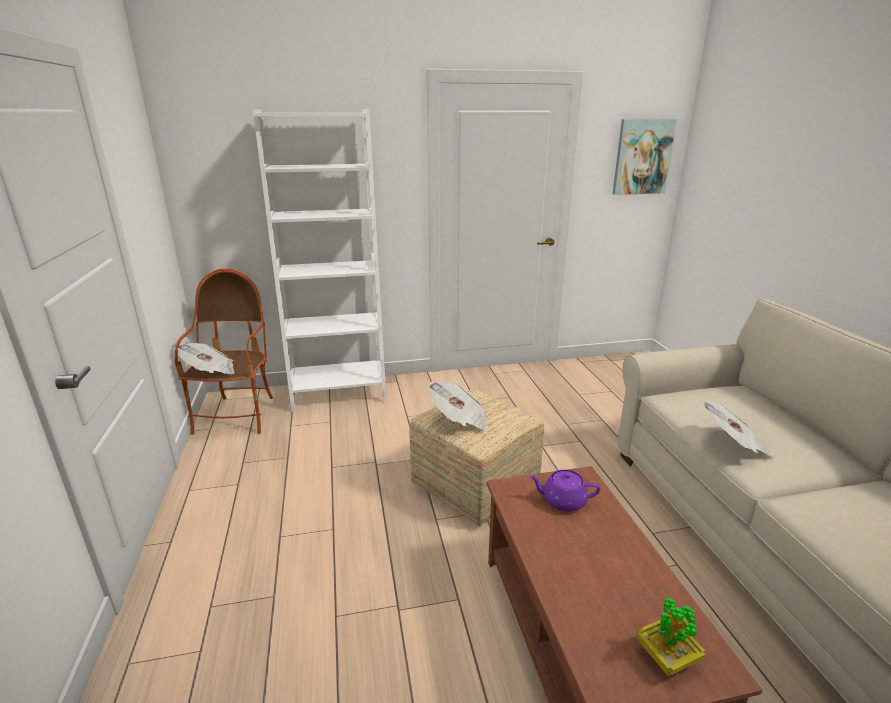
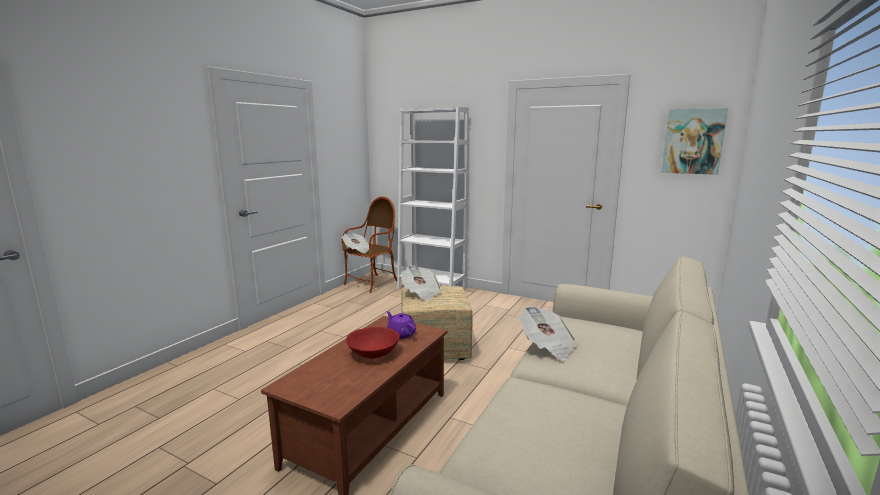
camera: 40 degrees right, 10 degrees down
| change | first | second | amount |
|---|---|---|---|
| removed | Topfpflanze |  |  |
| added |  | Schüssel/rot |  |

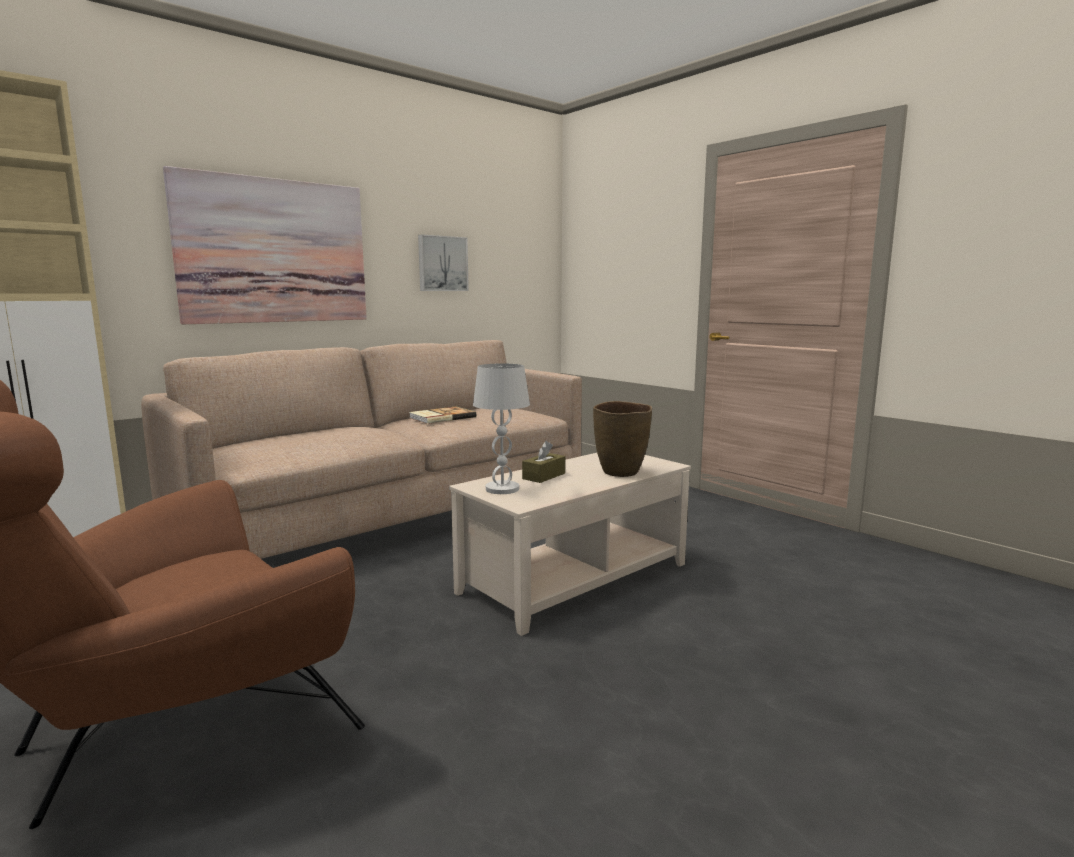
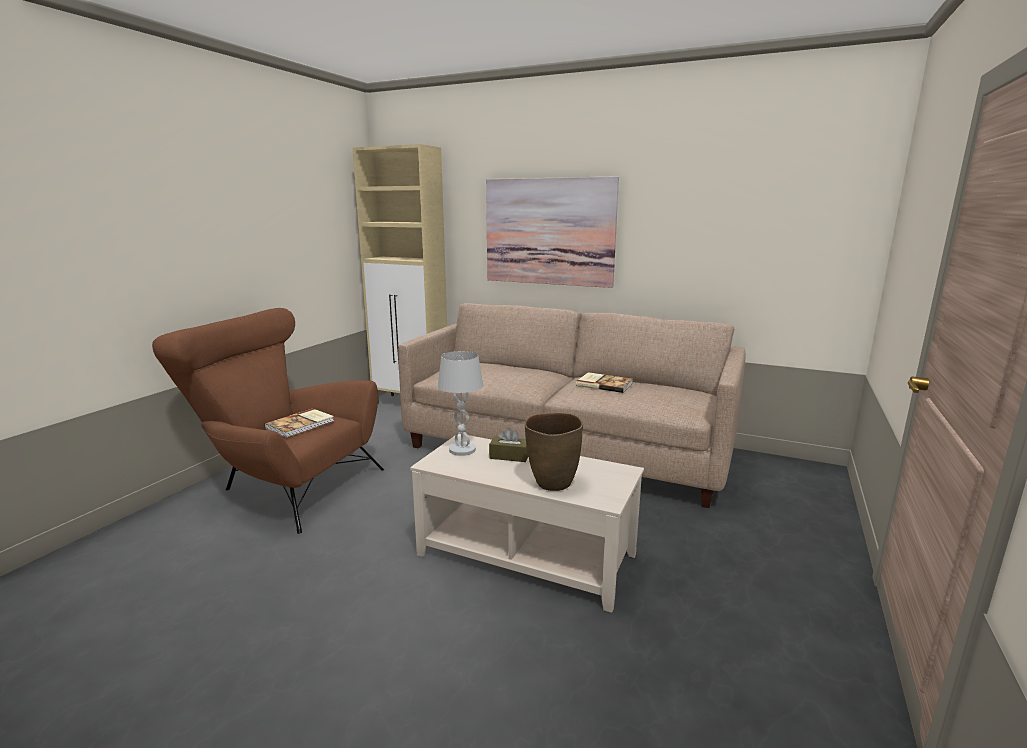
camera: 65 degrees right, 5 degrees up
| change | first | second | amount |
|---|---|---|---|
| removed | Bild (2nd from left) |  |  |
| added |  | Buch (1st from left) |  |

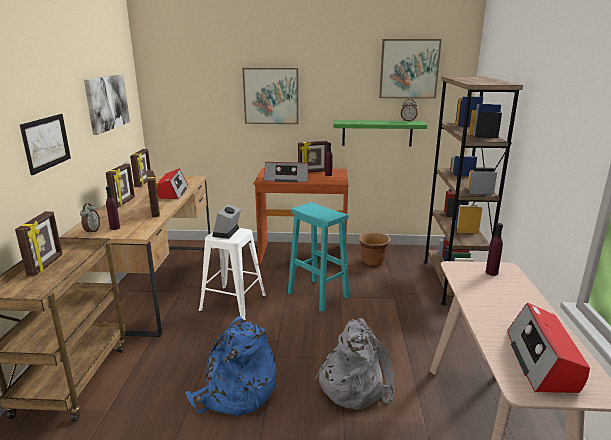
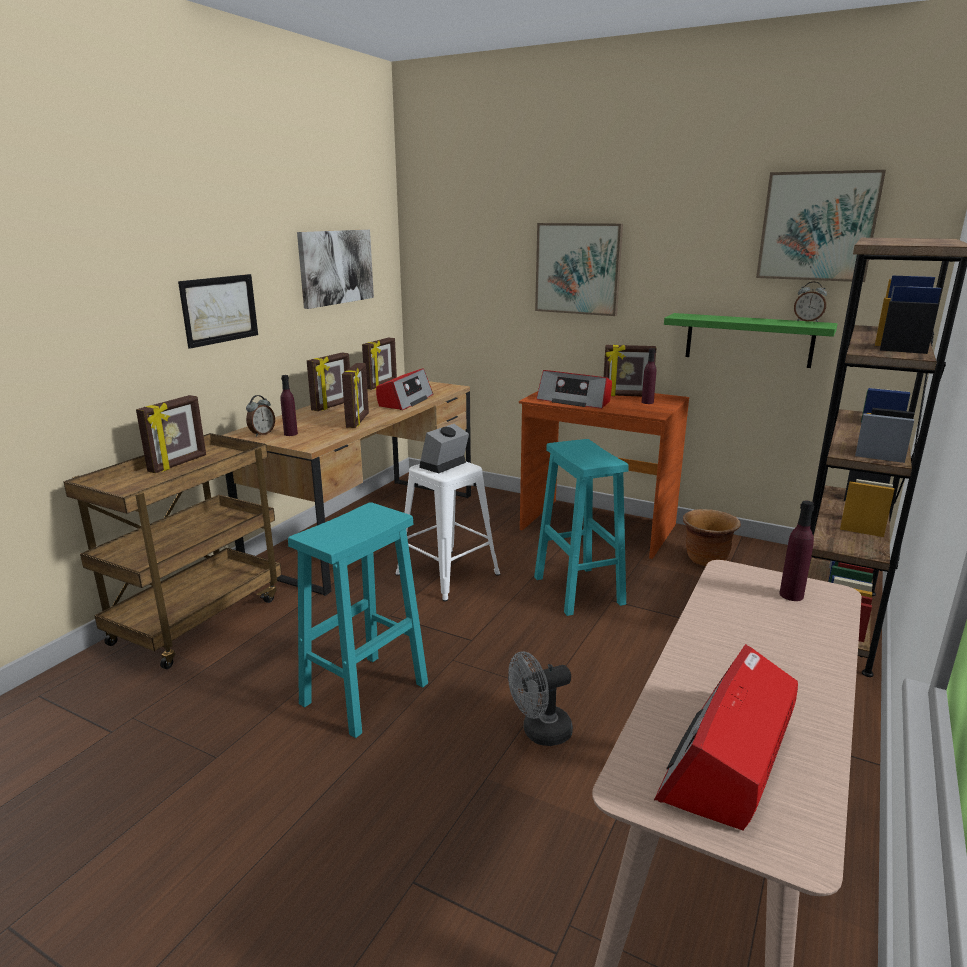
camera: 25 degrees right, 0 degrees up
| change | first | second | amount |
|---|---|---|---|
| replaced | Rucksack/blau | Hocker/türkis (1st from left) |  |
| replaced | Rucksack/grau | Ventilator/grau |  |

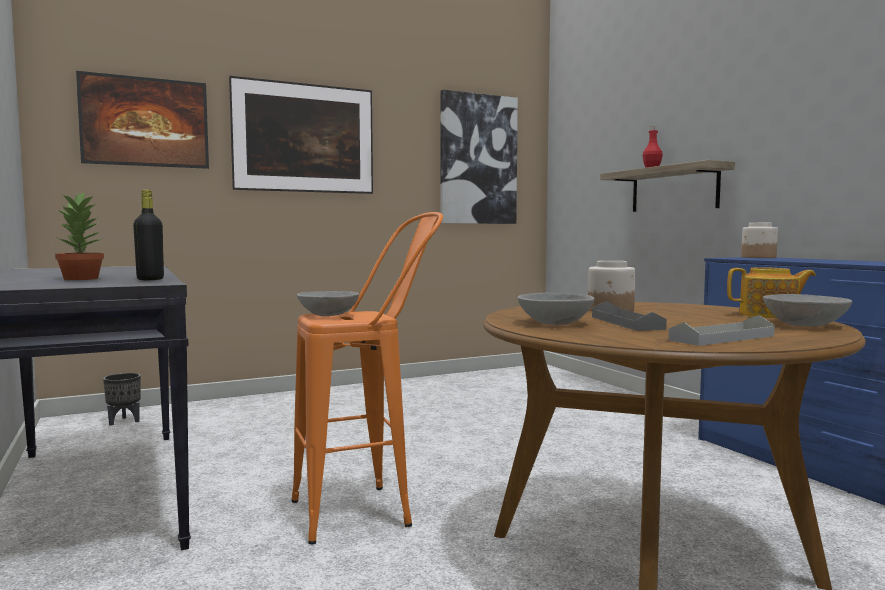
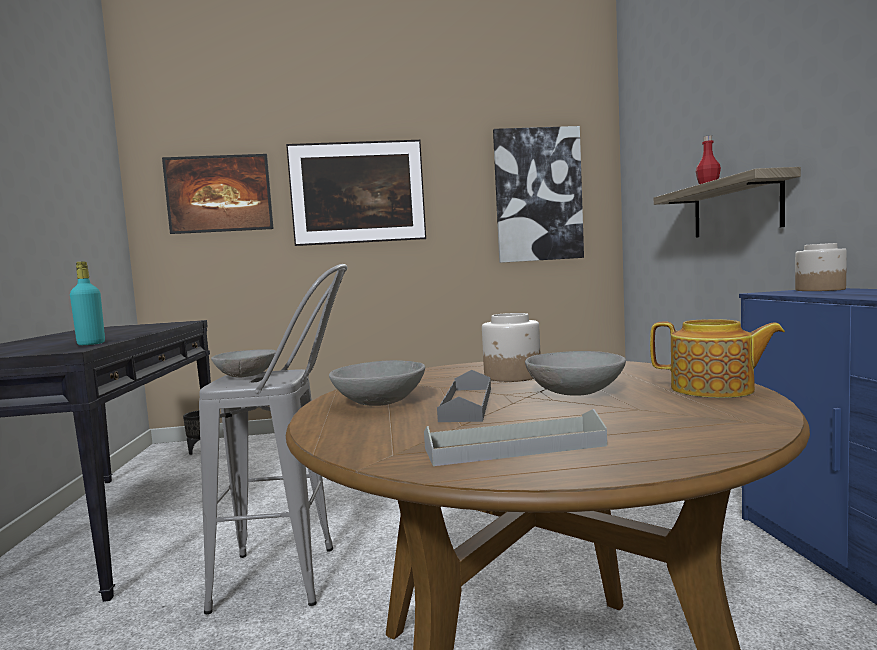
camera: 20 degrees right, 0 degrees up
| change | first | second | amount |
|---|---|---|---|
| recoloured | Flasche/schwarz | Flasche/türkis |  |
| removed | Topfpflanze |  |  |
| recoloured | Hocker/orange | Hocker/grau |  |
| moved | Schüssel/grau (3rd from left) |  |  |

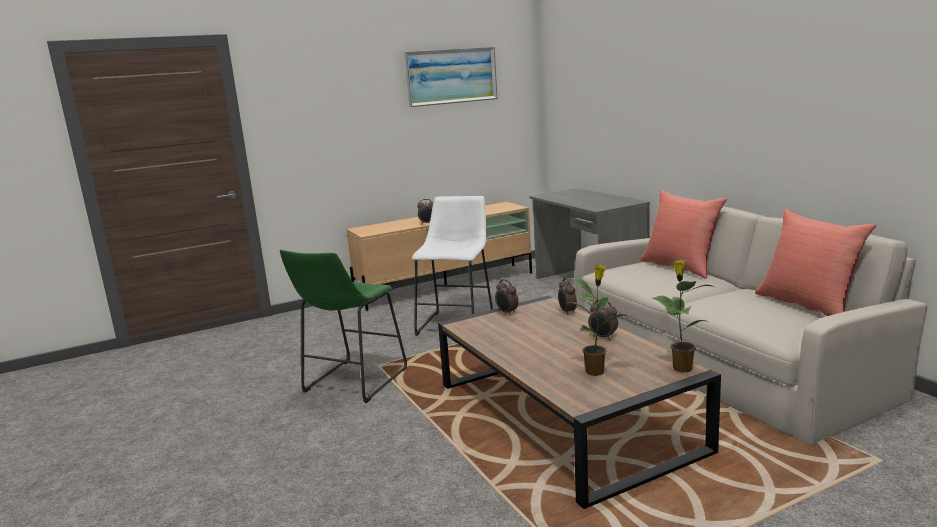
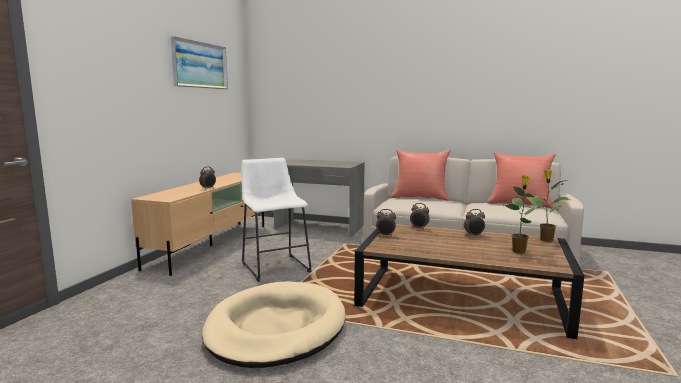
camera: 45 degrees left, 5 degrees down
| change | first | second | amount |
|---|---|---|---|
| replaced | Hocker/grün | Hundebett/beige |  |

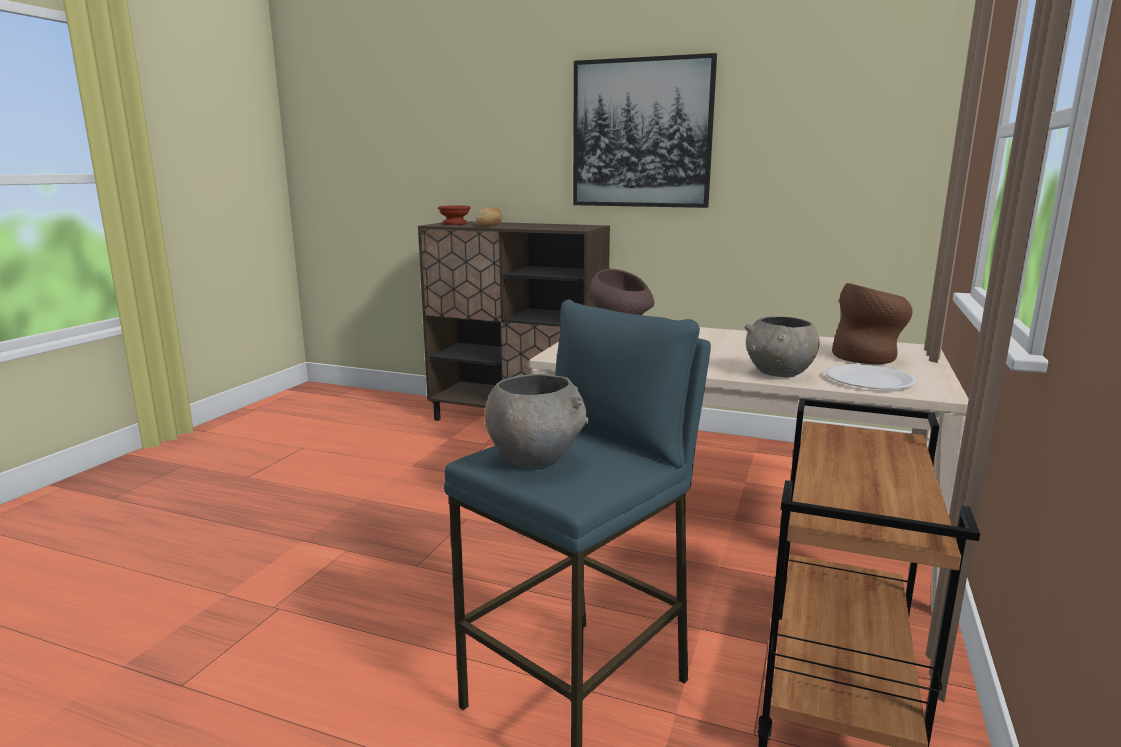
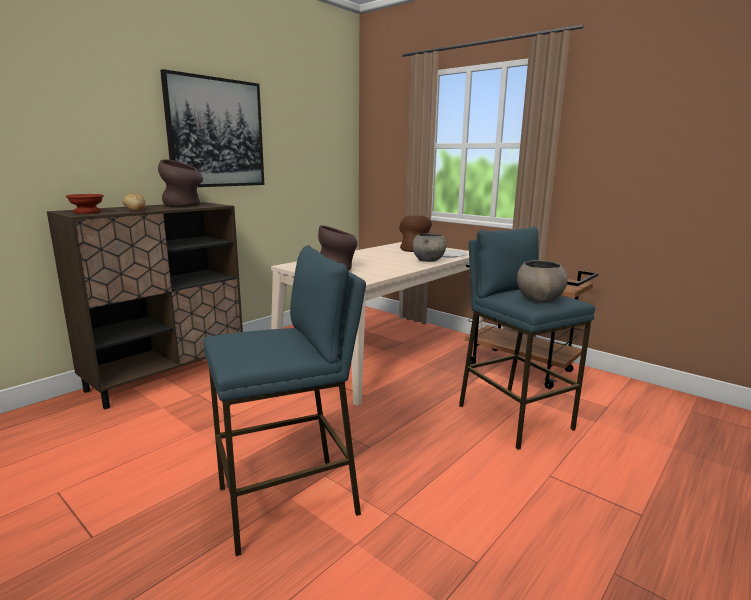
camera: 70 degrees left, 0 degrees up
| change | first | second | amount |
|---|---|---|---|
| added |  | Vase/braun (1st from left) |  |
| added |  | Hocker/blau (1st from left) |  |

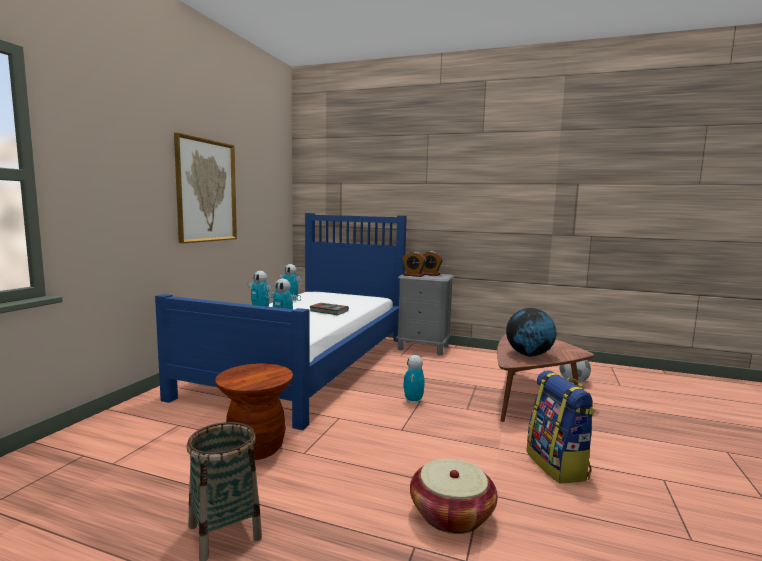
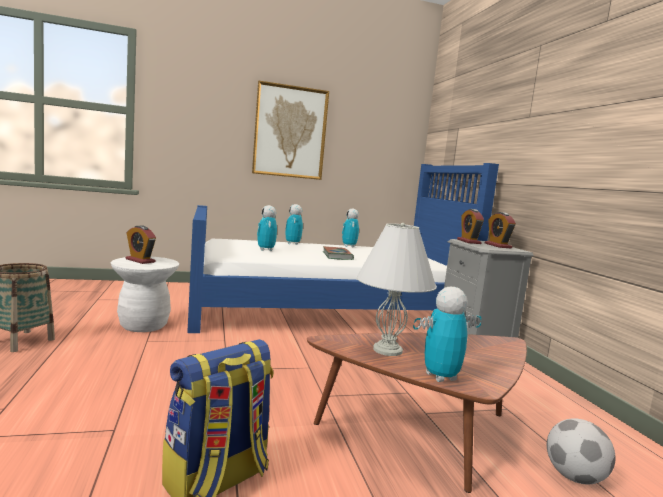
camera: 55 degrees right, 0 degrees up
| change | first | second | amount |
|---|---|---|---|
| replaced | Globus | Tischlampe/weiß |  |
| moved | Spielzeugroboter (4th from left) |  |  |
| recoloured | Hocker/braun | Hocker/weiß |  |
| removed | Korb (2nd from left) |  |  |
| added |  | Wecker (1st from left) |  |

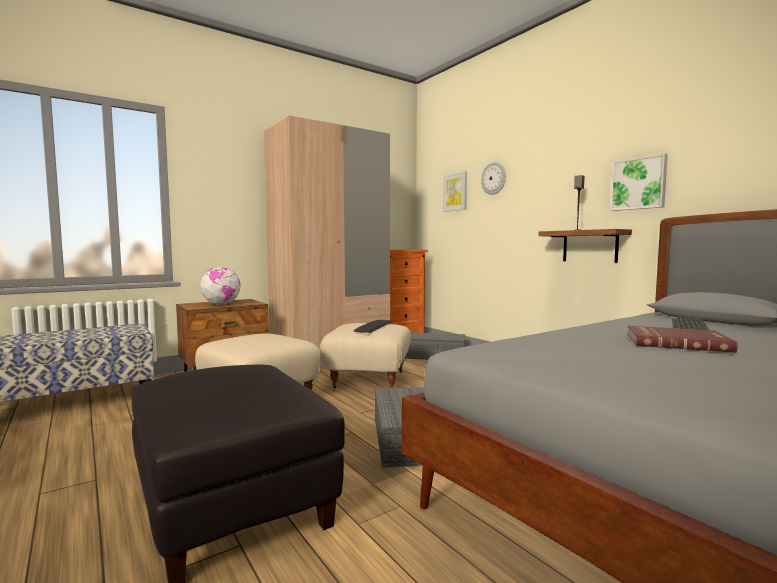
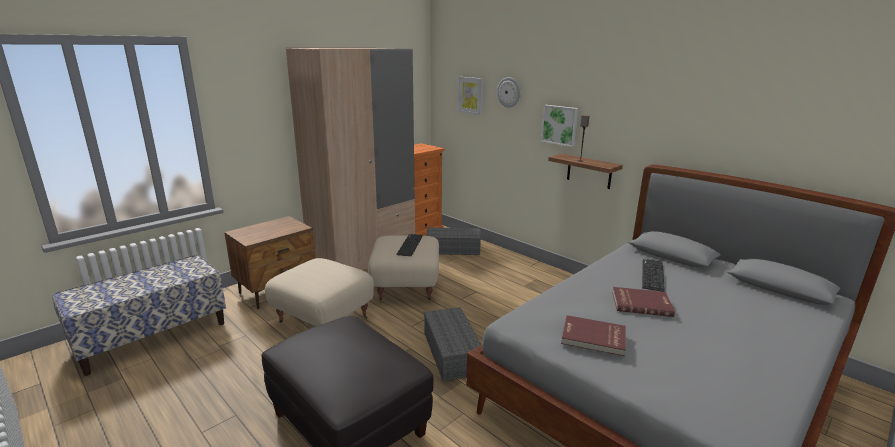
camera: 10 degrees left, 15 degrees up
| change | first | second | amount |
|---|---|---|---|
| moved | Bild (2nd from left) |  |  |
| removed | Globus |  |  |
| added |  | Buch/rot (1st from left) |  |

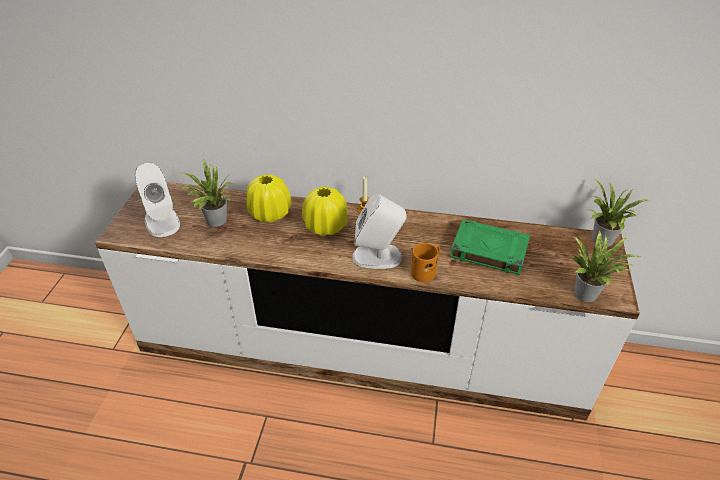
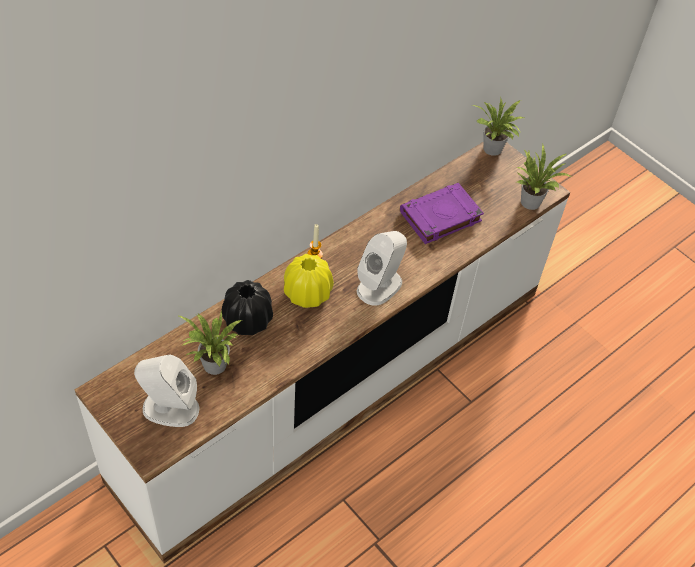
camera: 55 degrees left, 10 degrees up
| change | first | second | amount |
|---|---|---|---|
| recoloured | Vase/gelb (1st from left) | Vase/schwarz |  |
| recoloured | Buch/grün | Buch/lila |  |
| removed | Henkelbecher/orange |  |  |

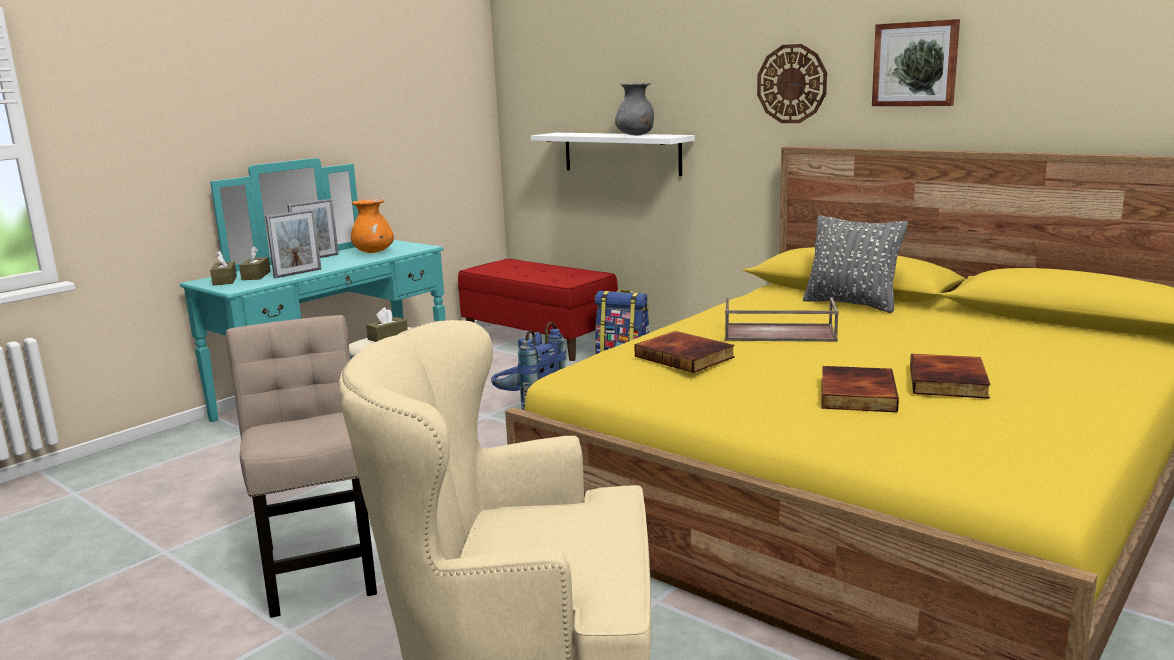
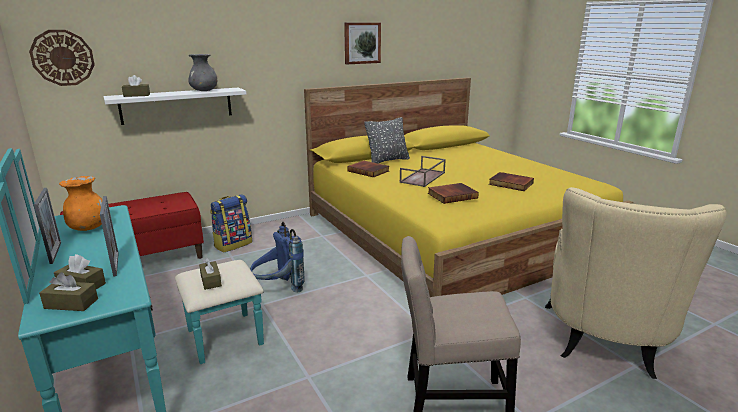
camera: 70 degrees left, 5 degrees up
| change | first | second | amount |
|---|---|---|---|
| moved | Wanduhr |  |  |
| moved | Buch (3rd from left in the first image) | Buch (1st from left) |  |
| added |  | Taschentuchbox/braun (3rd from left) |  |

